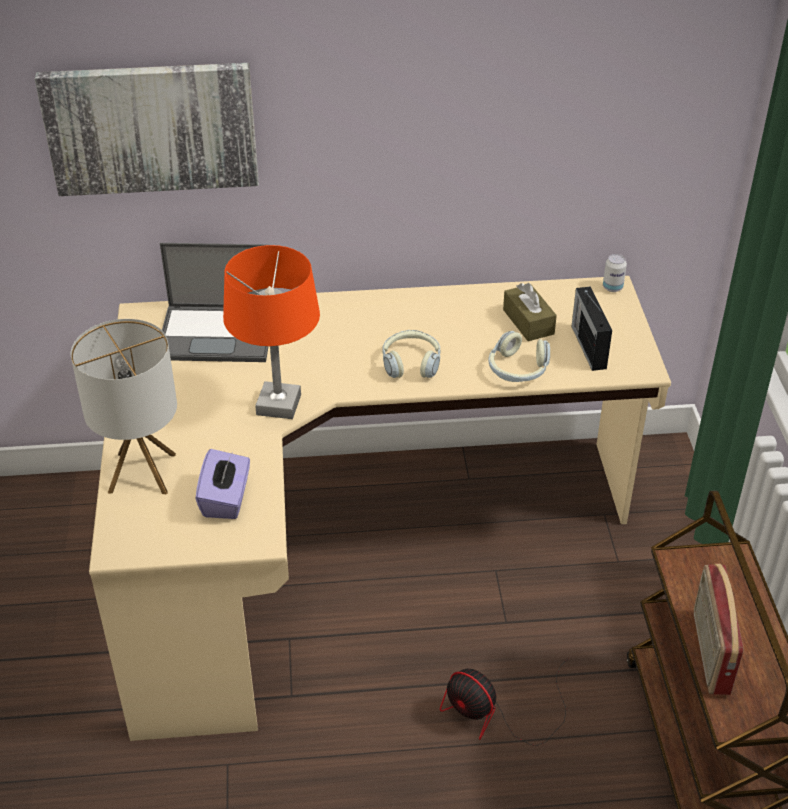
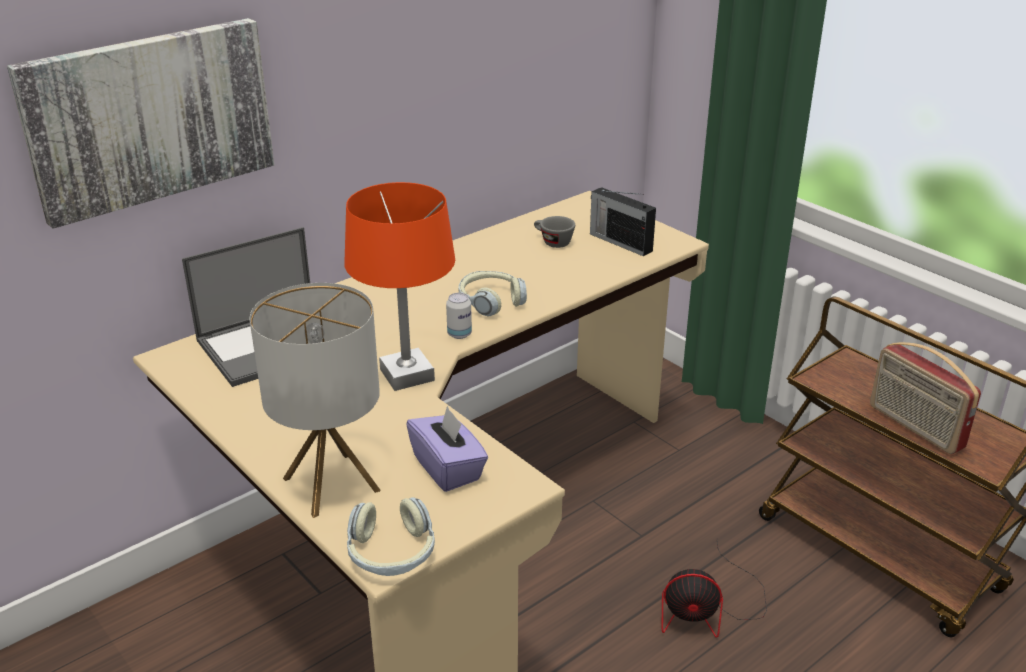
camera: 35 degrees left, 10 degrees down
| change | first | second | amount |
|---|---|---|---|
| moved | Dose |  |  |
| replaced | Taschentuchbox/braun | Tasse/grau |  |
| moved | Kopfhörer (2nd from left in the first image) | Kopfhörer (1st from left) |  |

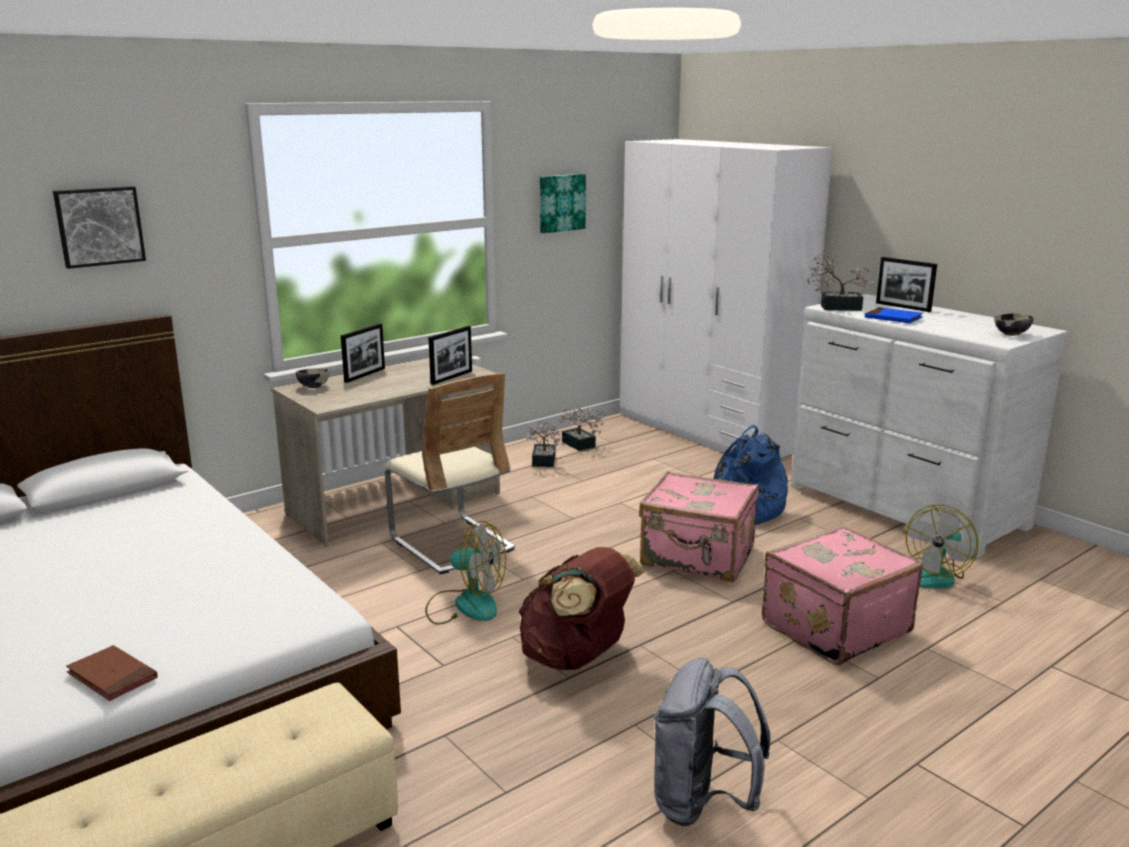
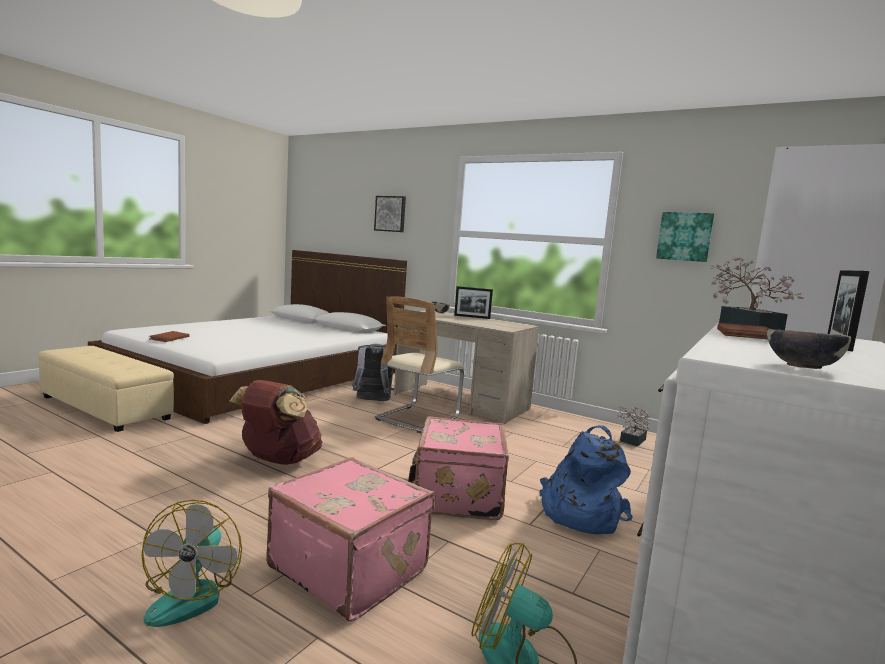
camera: 70 degrees right, 10 degrees down
| change | first | second | amount |
|---|---|---|---|
| recoloured | Buch/blau | Buch/braun (2nd from left) |  |
| removed | Bilderrahmen (2nd from left) |  |  |
| removed | Topfpflanze (1st from left) |  |  |
| moved | Ventilator (1st from left) |  |  |
| moved | Rucksack/grau |  |  |

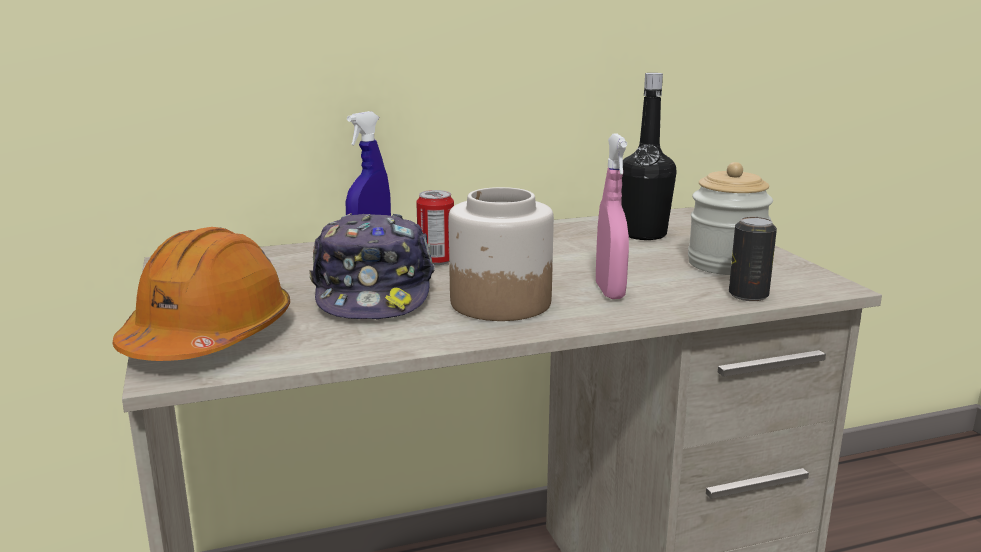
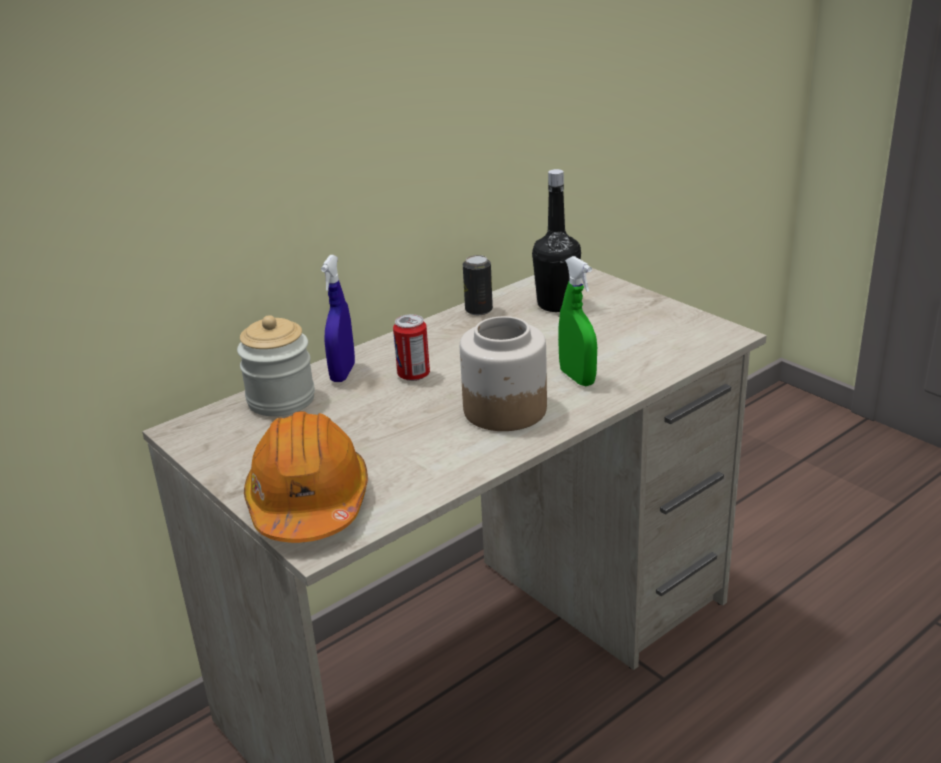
camera: 20 degrees left, 10 degrees up
| change | first | second | amount |
|---|---|---|---|
| recoloured | Sprühflasche/rosa | Sprühflasche/grün |  |
| moved | Vorratsglas (2nd from left in the first image) | Vorratsglas (1st from left) |  |
| removed | Kappe |  |  |
| moved | Dose (2nd from left) |  |  |

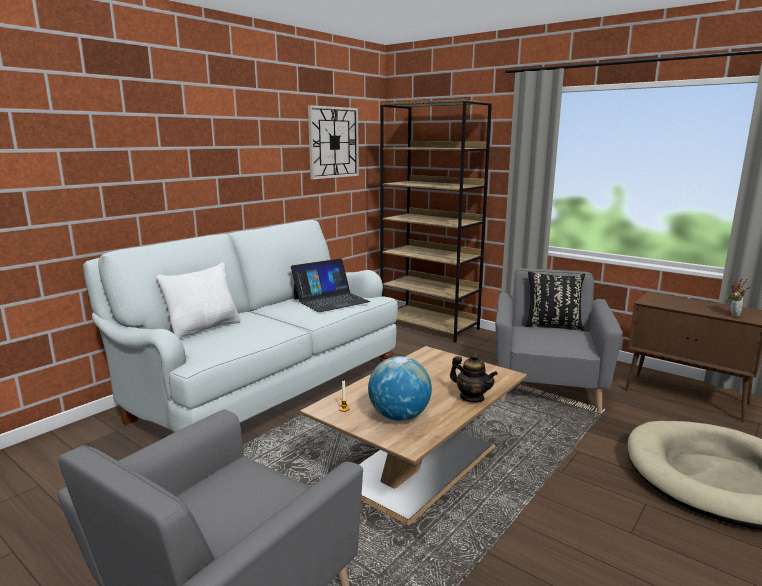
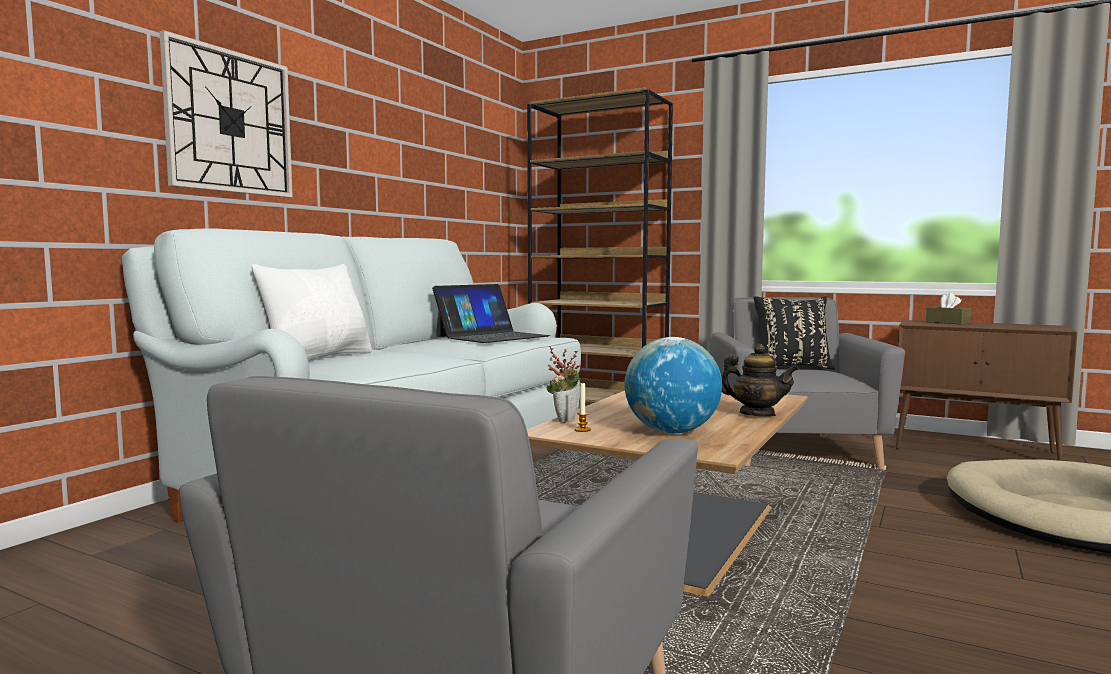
camera: 10 degrees left, 10 degrees down
| change | first | second | amount |
|---|---|---|---|
| moved | Wanduhr |  |  |
| moved | Topfpflanze |  |  |
| added |  | Taschentuchbox/braun |  |

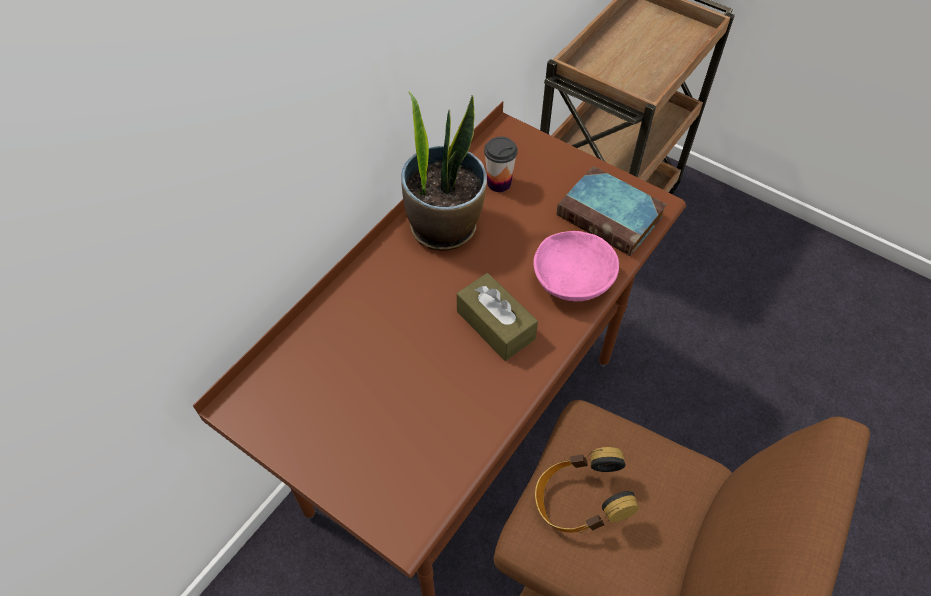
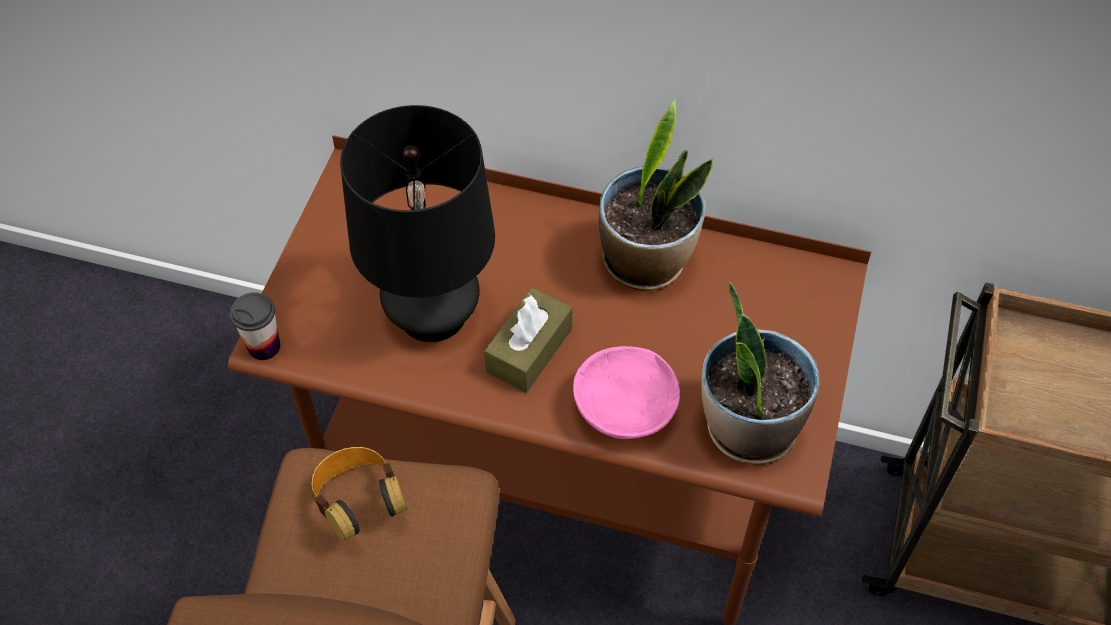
camera: 70 degrees right, 0 degrees up
| change | first | second | amount |
|---|---|---|---|
| moved | Tasse |  |  |
| replaced | Buch | Topfpflanze (2nd from left) |  |
| added |  | Tischlampe/schwarz |  |

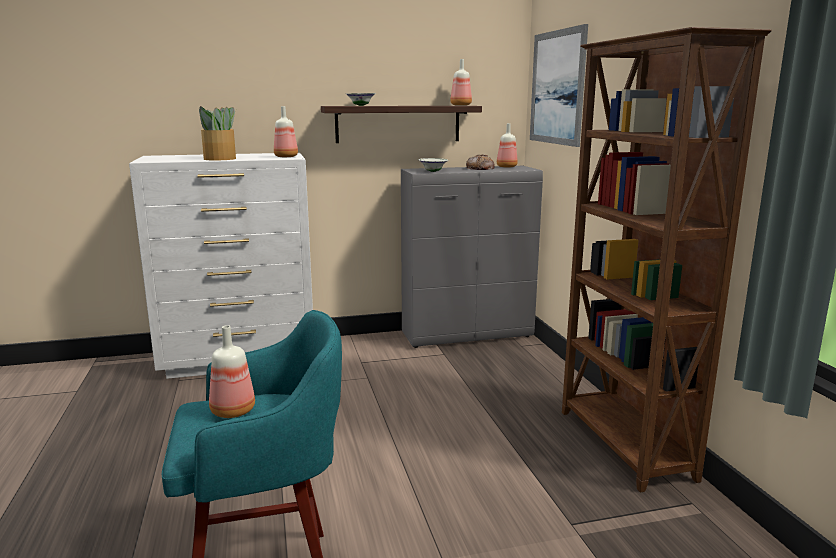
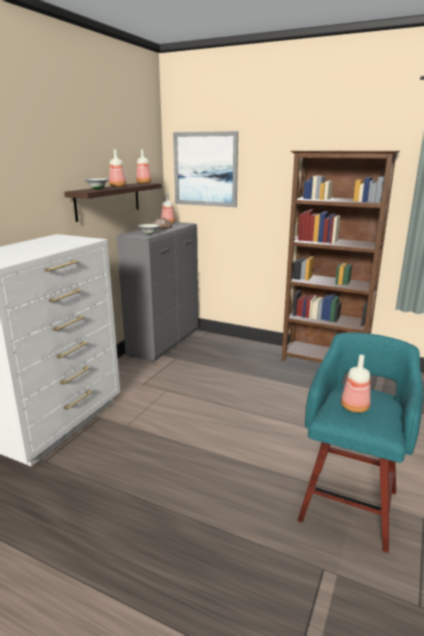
camera: 50 degrees left, 5 degrees up
| change | first | second | amount |
|---|---|---|---|
| removed | Topfpflanze |  |  |
| moved | Flasche (2nd from left in the first image) | Flasche (1st from left) |  |

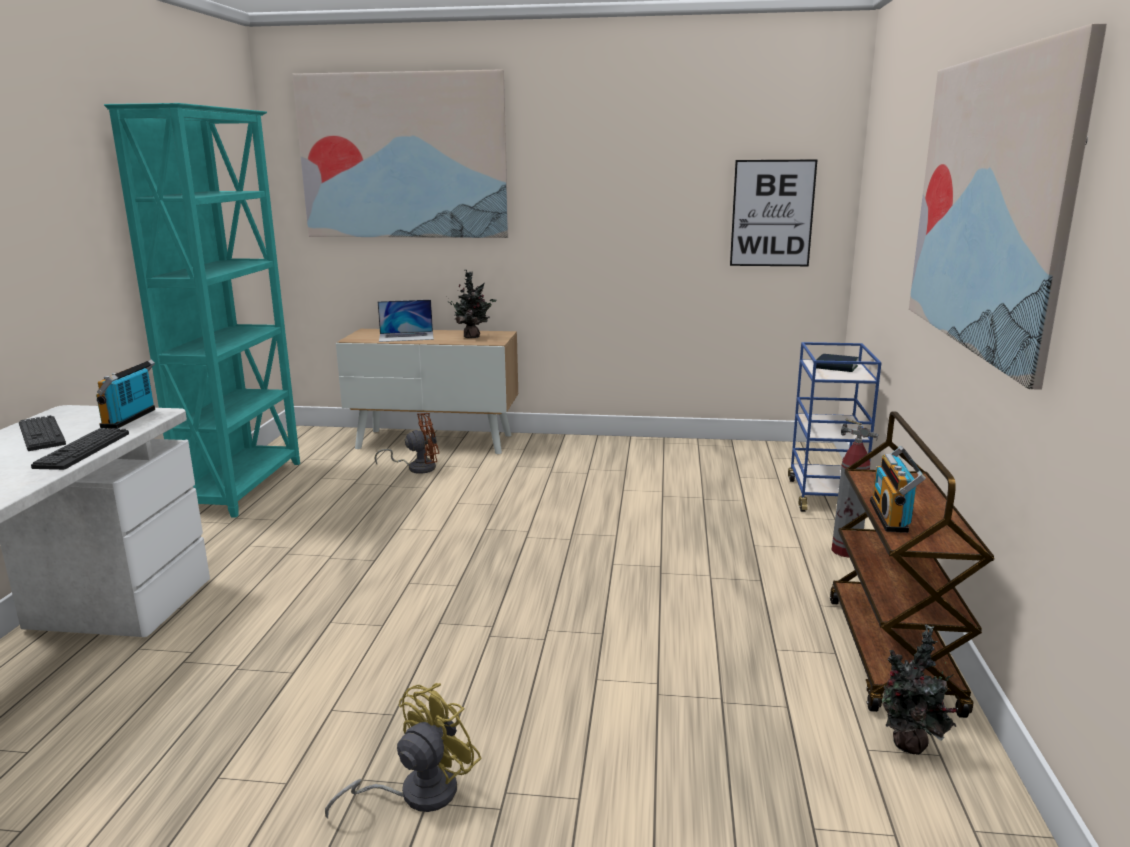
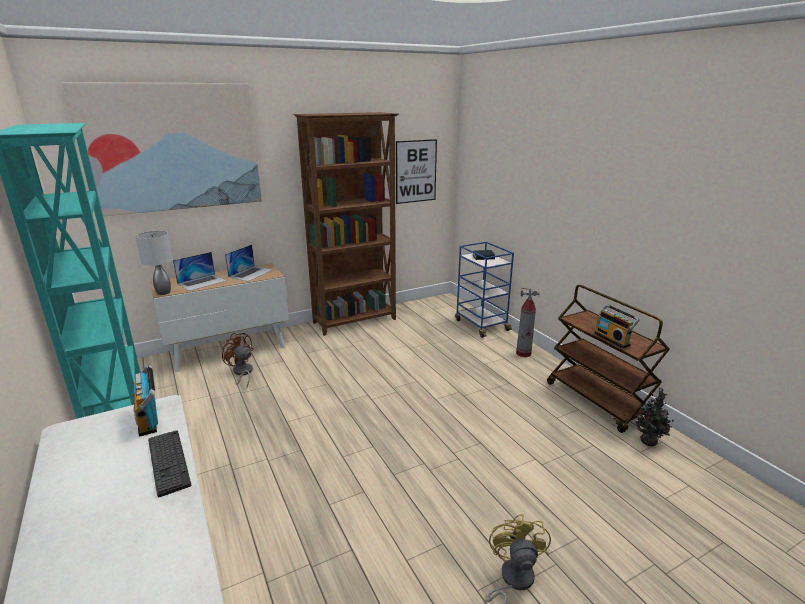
camera: 35 degrees left, 5 degrees up
| change | first | second | amount |
|---|---|---|---|
| removed | Bild (3rd from left) |  |  |
| replaced | Topfpflanze (1st from left) | Laptop (2nd from left) |  |
| turned | Ventilator/braun |  | 90 degrees counterclockwise |
| removed | Tastatur (1st from left) |  |  |
| added |  | Bücherregal/braun |  |
| added |  | Tischlampe/grau |  |

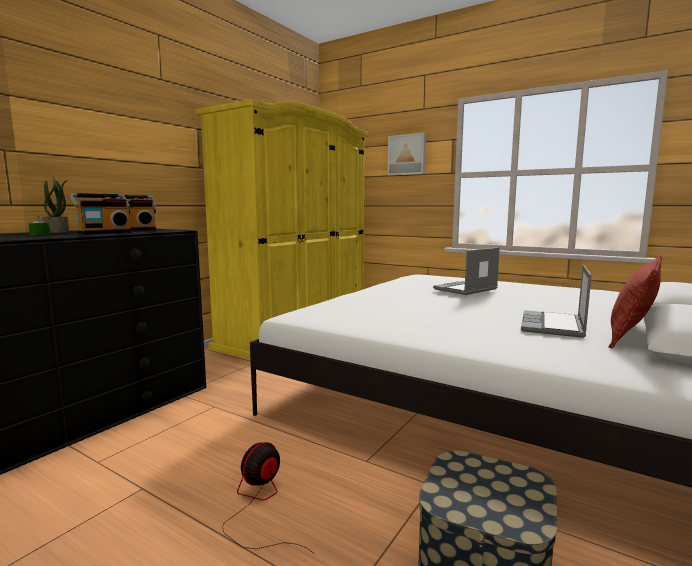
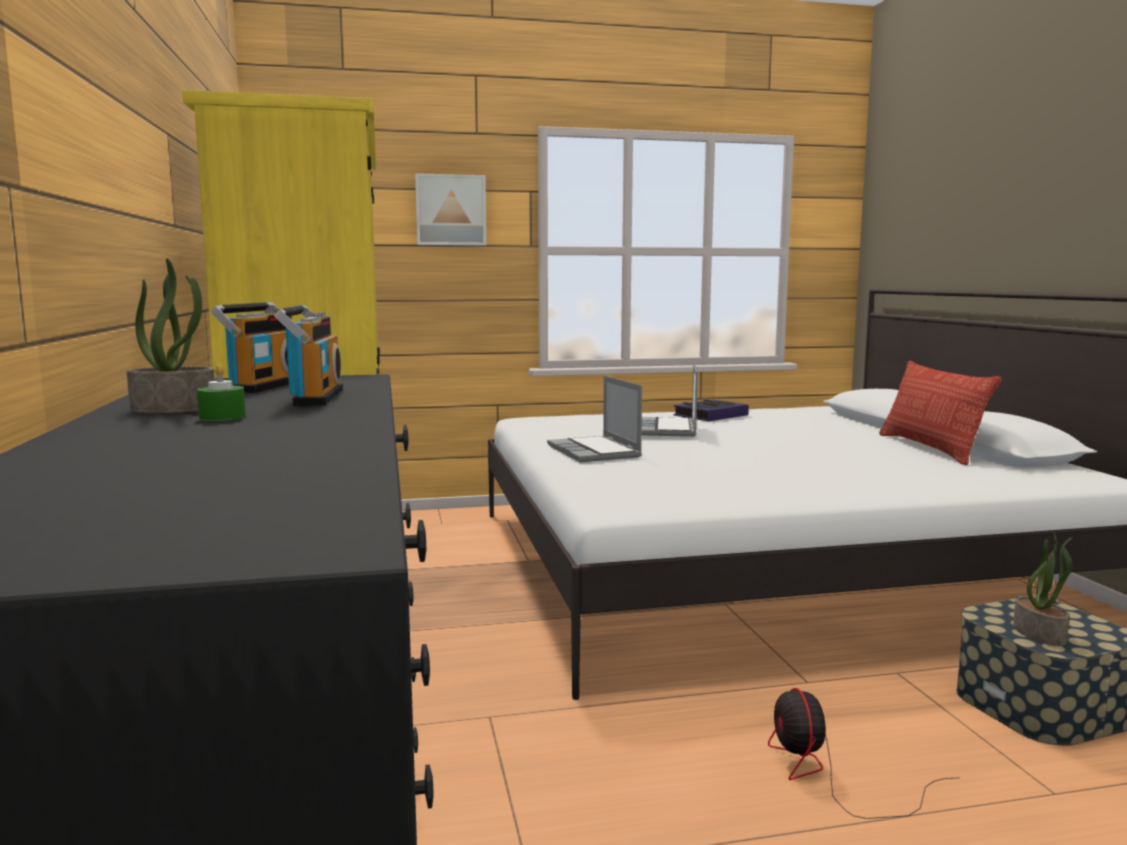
camera: 45 degrees left, 0 degrees up
| change | first | second | amount |
|---|---|---|---|
| moved | Laptop (2nd from left in the first image) | Laptop (1st from left) |  |
| added |  | Buch |  |
| added |  | Topfpflanze (2nd from left) |  |

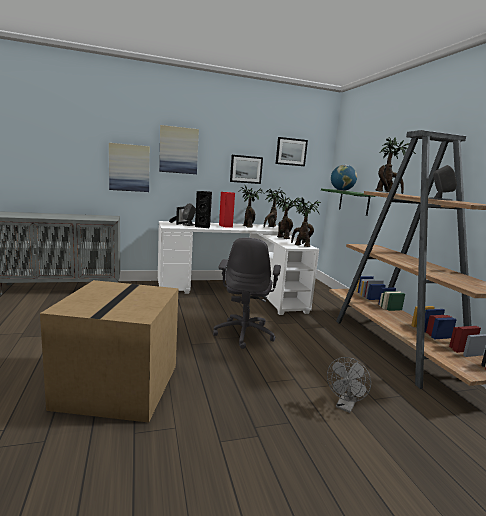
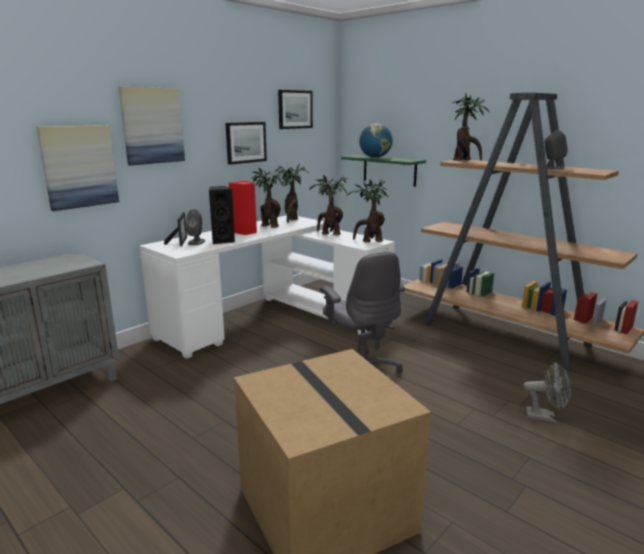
camera: 30 degrees left, 5 degrees up
| change | first | second | amount |
|---|---|---|---|
| turned | Ventilator/grau |  | 75 degrees counterclockwise |

